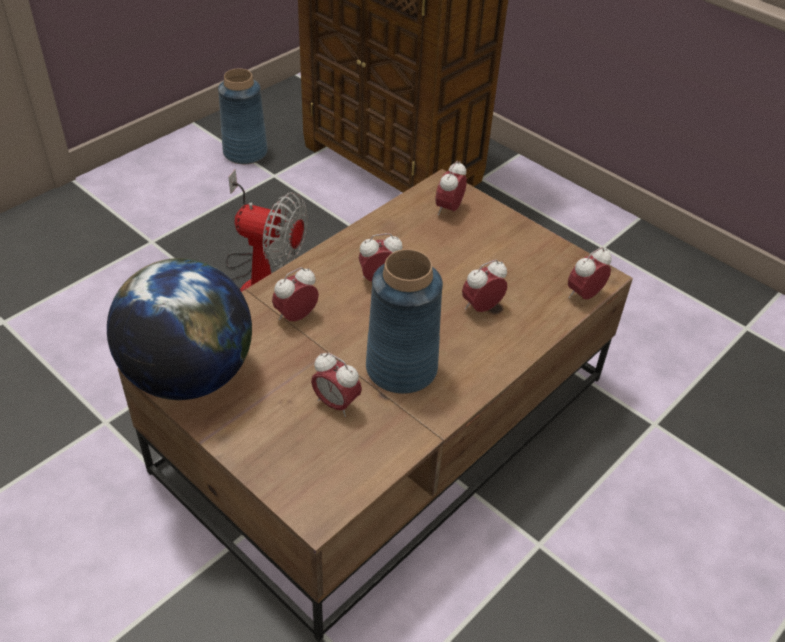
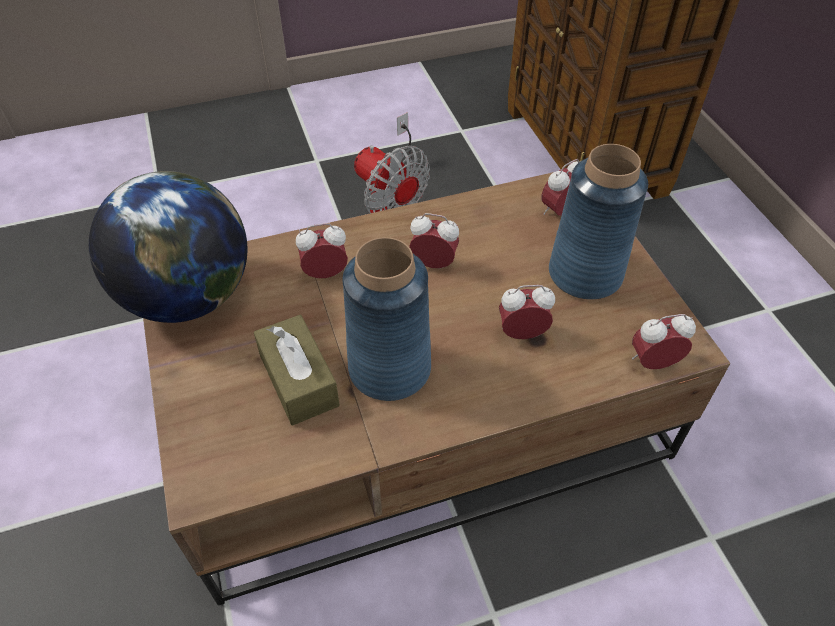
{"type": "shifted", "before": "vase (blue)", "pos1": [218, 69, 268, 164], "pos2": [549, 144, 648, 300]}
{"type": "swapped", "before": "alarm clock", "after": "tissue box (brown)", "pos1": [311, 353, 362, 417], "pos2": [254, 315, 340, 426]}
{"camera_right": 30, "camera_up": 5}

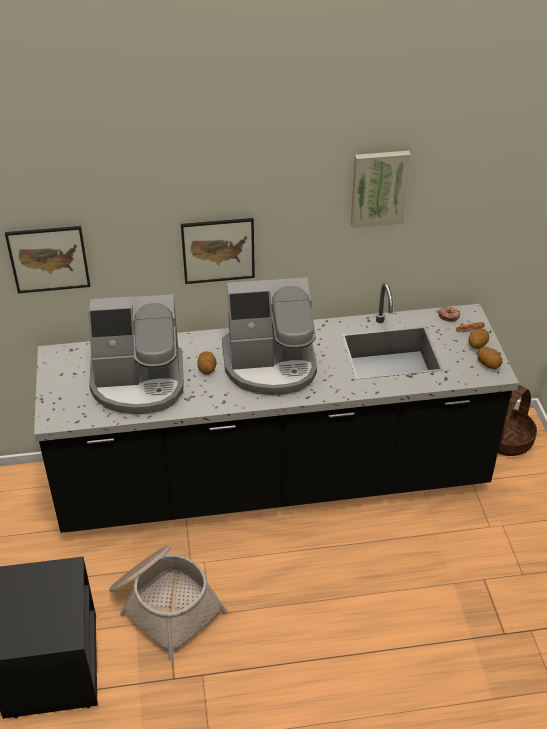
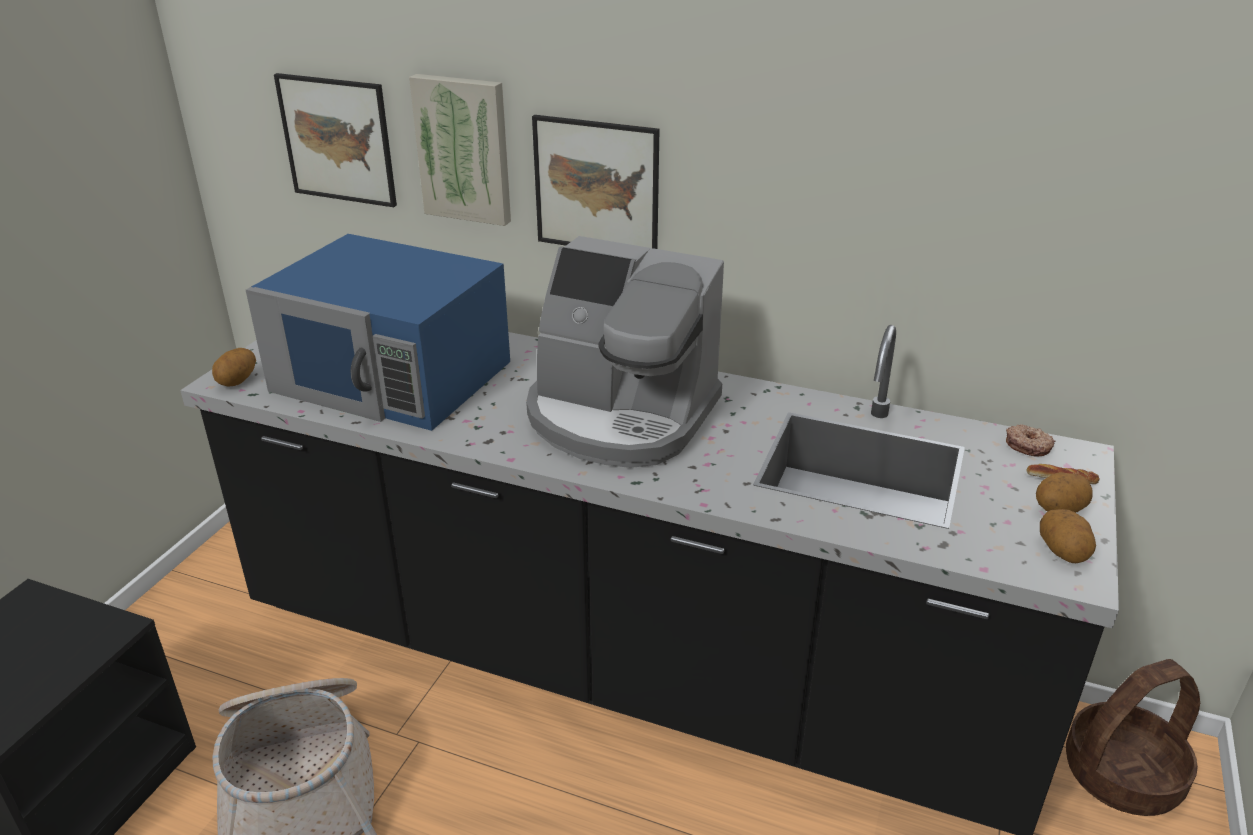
{"type": "swapped", "before": "coffee machine", "after": "microwave (blue)", "pos1": [88, 294, 184, 414], "pos2": [246, 234, 510, 431]}
{"type": "shifted", "before": "potato", "pos1": [197, 352, 217, 375], "pos2": [212, 348, 256, 386]}
{"type": "shifted", "before": "picture", "pos1": [351, 151, 411, 228], "pos2": [409, 74, 511, 226]}
{"camera_right": 30, "camera_up": -10}

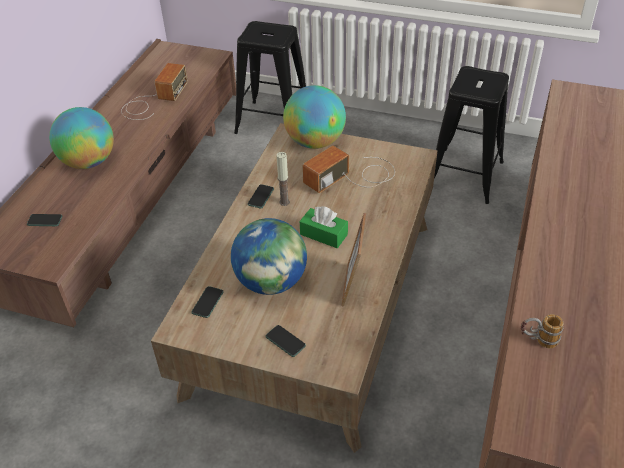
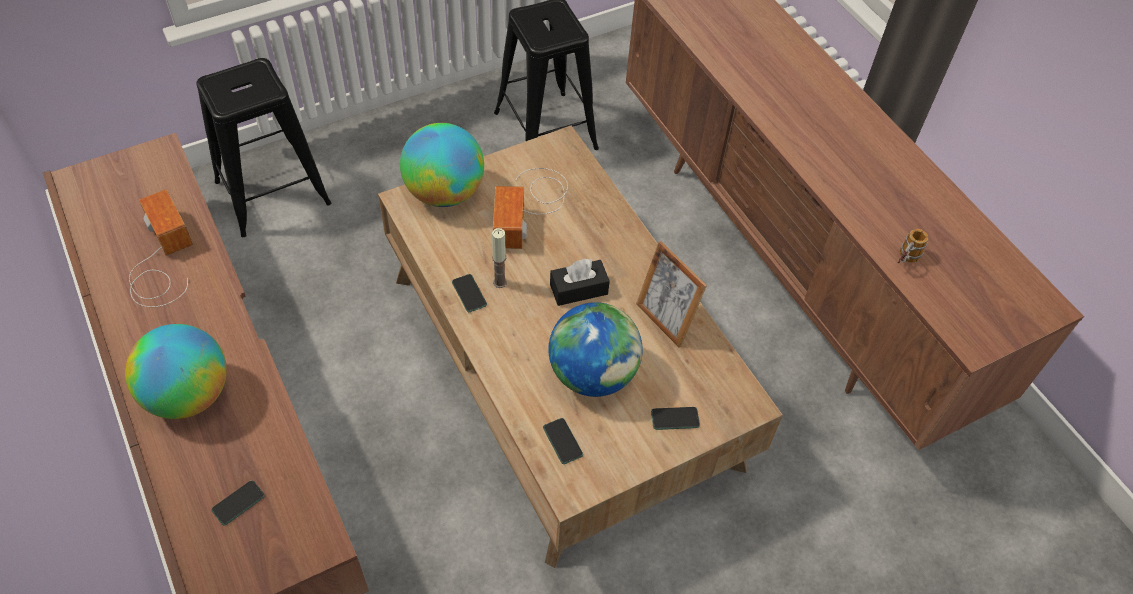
{"type": "repainted", "before": "tissue box (green)", "after": "tissue box (black)", "pos1": [300, 206, 348, 248], "pos2": [550, 259, 610, 306]}
{"camera_right": -50, "camera_up": 10}

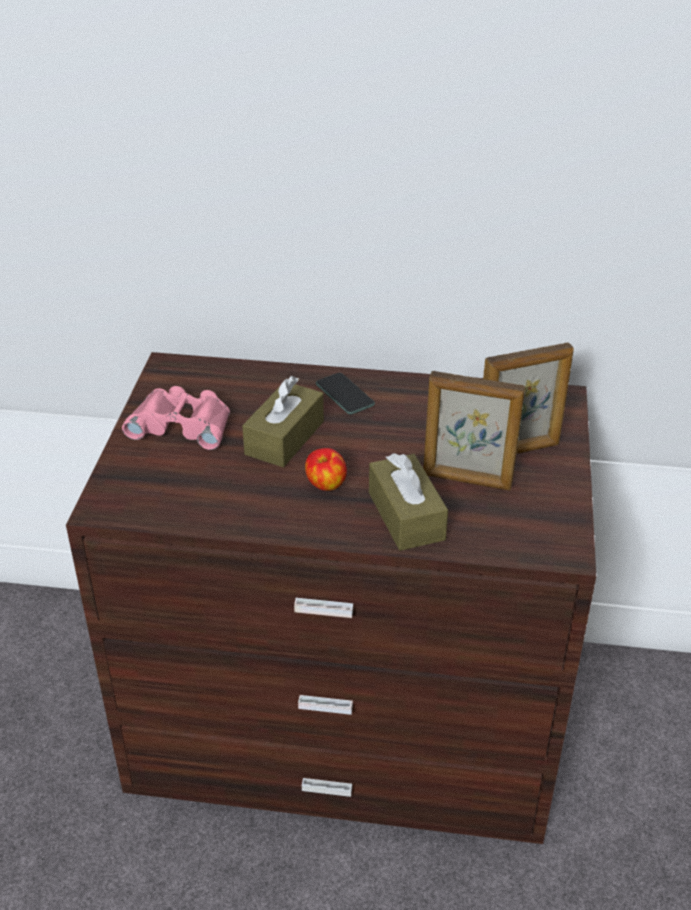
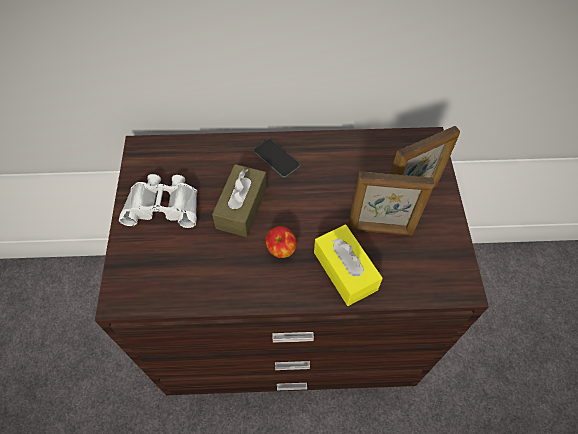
{"type": "repainted", "before": "binoculars (pink)", "after": "binoculars (white)", "pos1": [122, 386, 230, 450], "pos2": [119, 174, 197, 228]}
{"type": "repainted", "before": "tissue box (brown)", "after": "tissue box (yellow)", "pos1": [369, 453, 448, 551], "pos2": [314, 225, 383, 306]}
{"camera_right": -10, "camera_up": 20}

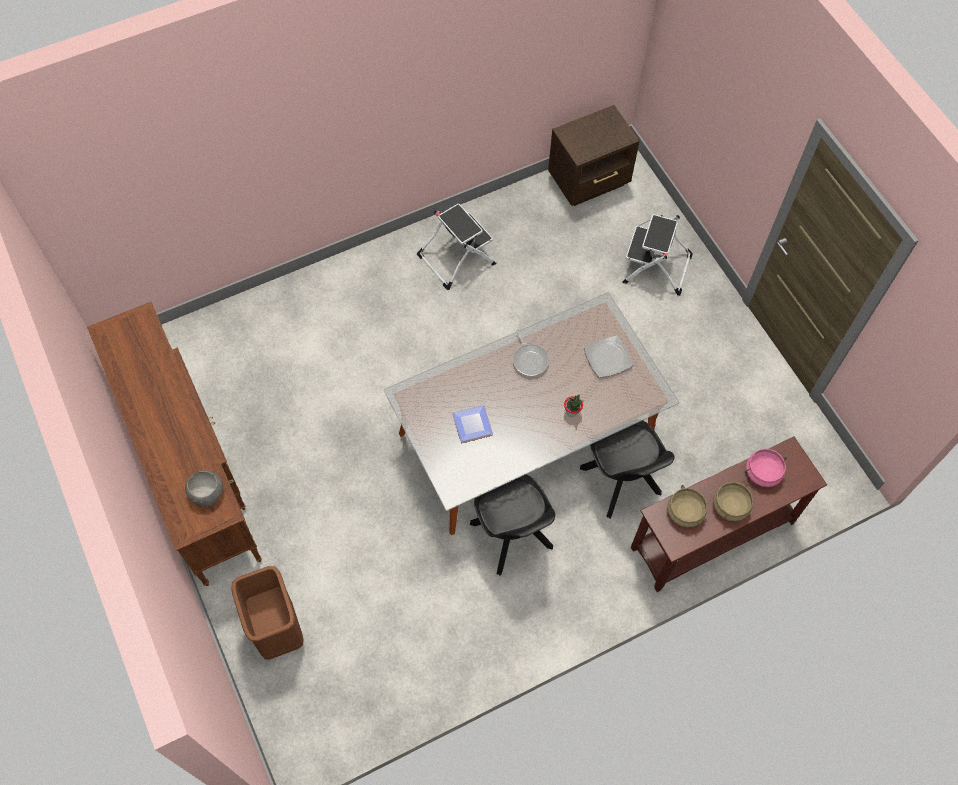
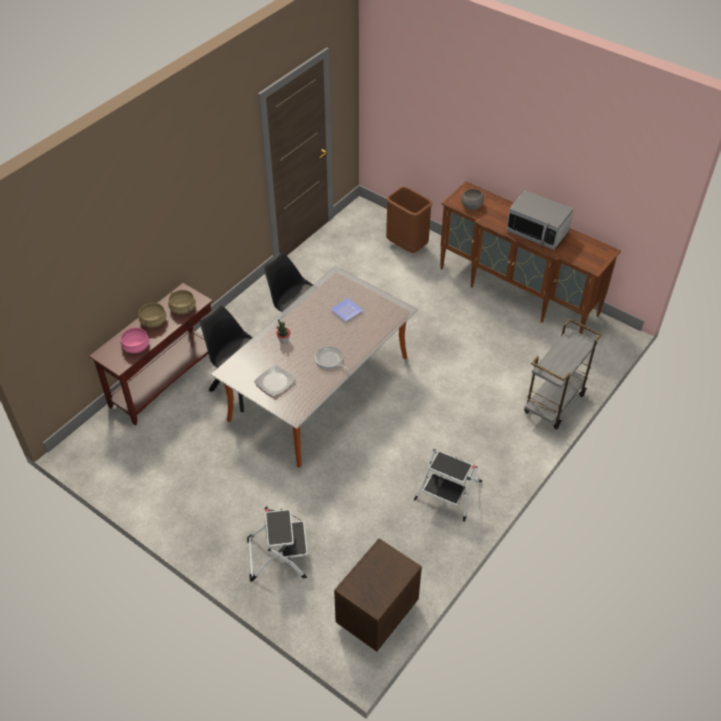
{"type": "new", "after": "microwave", "pos2": [506, 190, 573, 250]}
{"type": "new", "after": "cart (grey)", "pos2": [524, 318, 602, 430]}
{"camera_right": 155, "camera_up": -15}

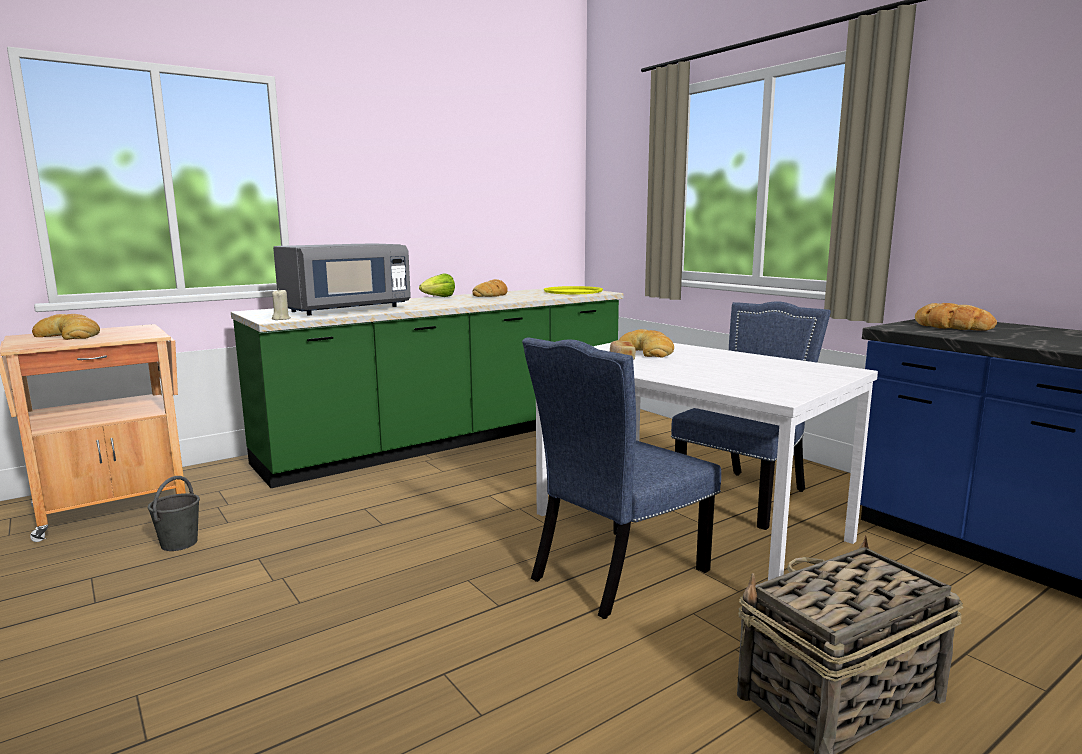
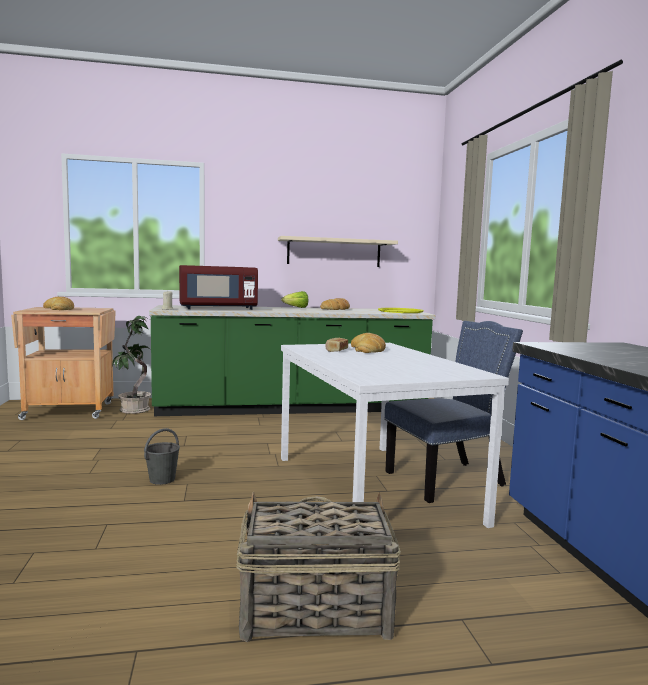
{"type": "shifted", "before": "bucket (grey)", "pos1": [148, 476, 200, 551], "pos2": [144, 428, 180, 485]}
{"type": "repainted", "before": "microwave (grey)", "after": "microwave (red)", "pos1": [273, 243, 411, 316], "pos2": [179, 265, 258, 310]}
{"type": "gone", "before": "chair (blue)", "pos1": [522, 337, 721, 619]}
{"type": "gone", "before": "bread", "pos1": [915, 303, 997, 331]}
{"type": "new", "after": "potted plant", "pos2": [112, 316, 151, 414]}
{"type": "new", "after": "shelf (beige)", "pos2": [278, 236, 398, 267]}
{"camera_right": 25, "camera_up": -5}

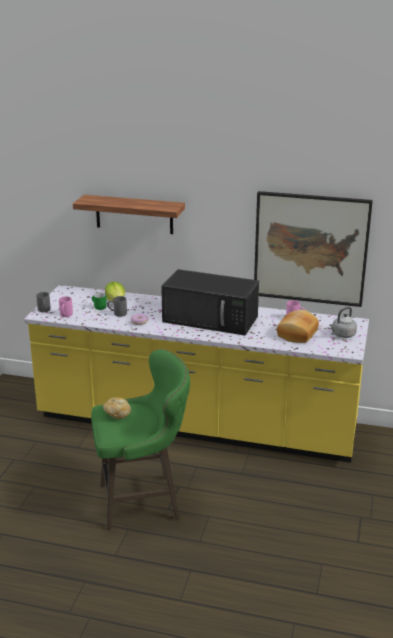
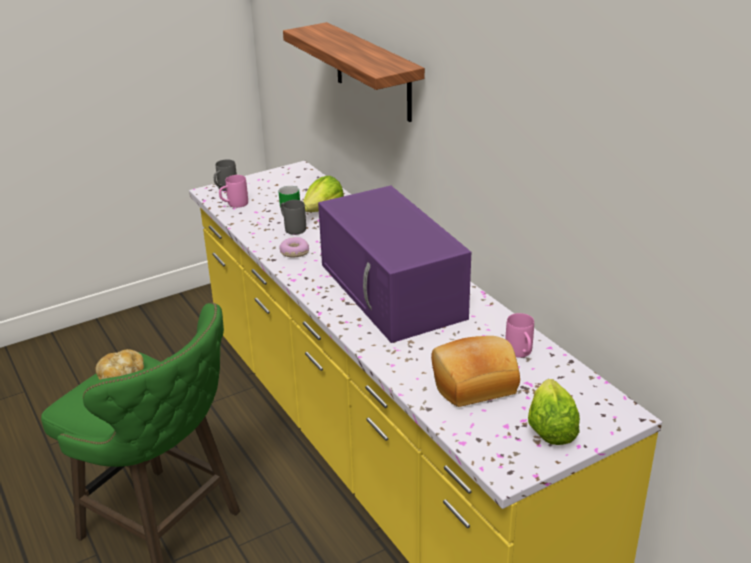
{"type": "repainted", "before": "microwave (black)", "after": "microwave (purple)", "pos1": [161, 269, 259, 336], "pos2": [318, 185, 471, 343]}
{"type": "gone", "before": "picture", "pos1": [254, 191, 373, 307]}
{"type": "swapped", "before": "kettle (grey)", "after": "lettuce", "pos1": [329, 307, 357, 338], "pos2": [528, 379, 580, 445]}
{"camera_right": 45, "camera_up": 5}

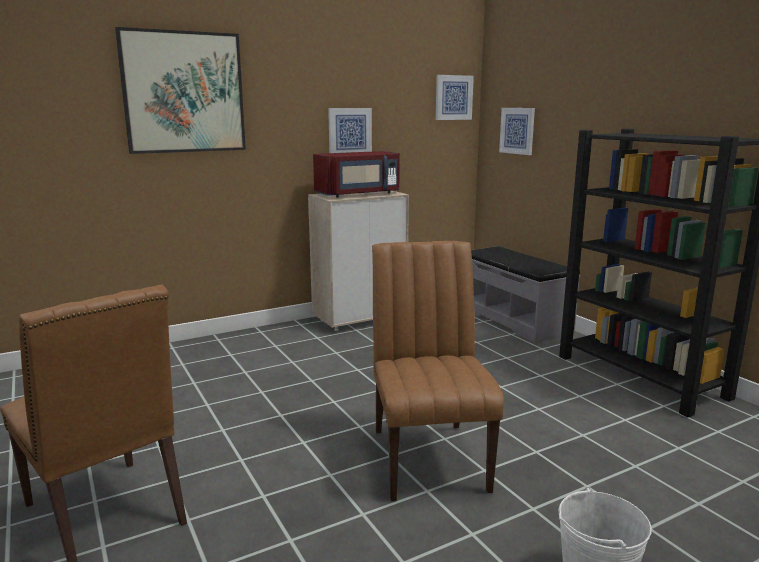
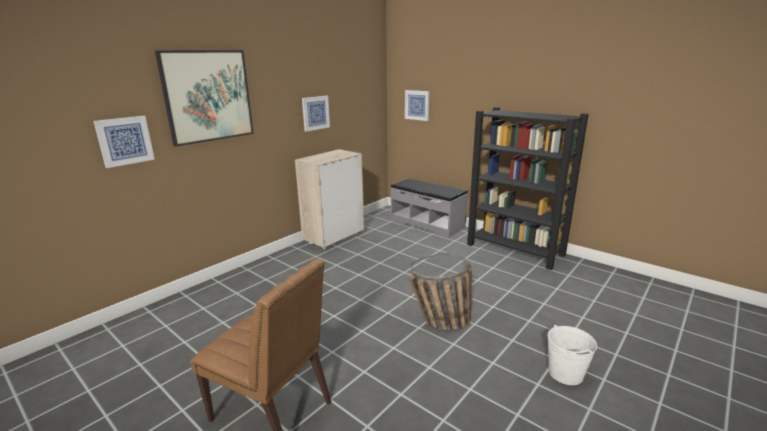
{"type": "gone", "before": "microwave (red)", "pos1": [313, 151, 400, 198]}
{"type": "swapped", "before": "chair (brown)", "after": "basket", "pos1": [372, 241, 504, 501], "pos2": [409, 253, 472, 332]}
{"type": "shifted", "before": "picture", "pos1": [436, 75, 474, 120], "pos2": [93, 116, 155, 168]}
{"camera_right": -20, "camera_up": 5}

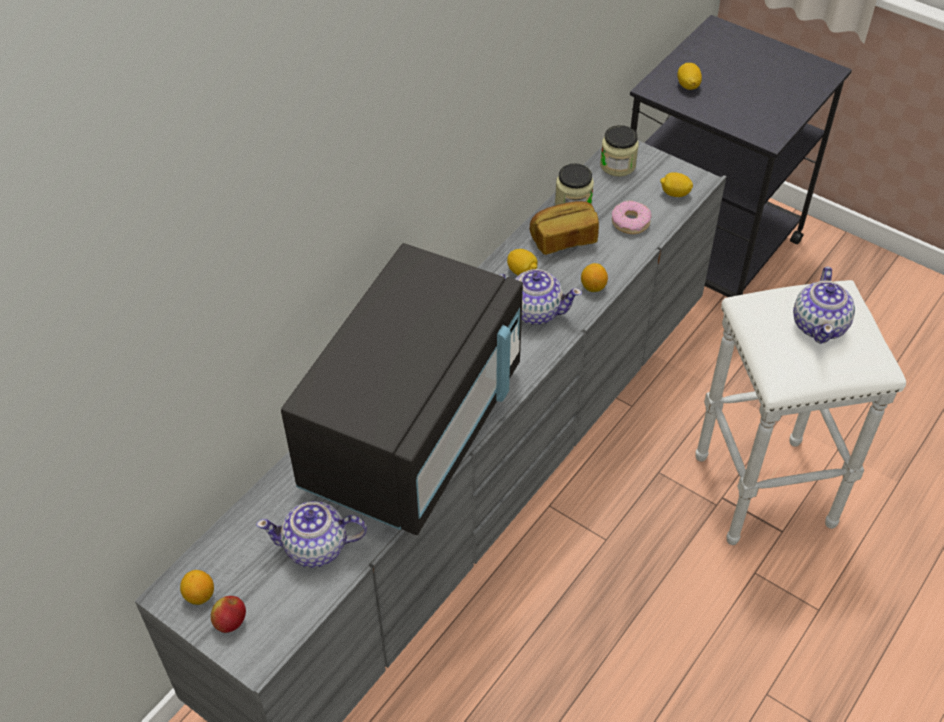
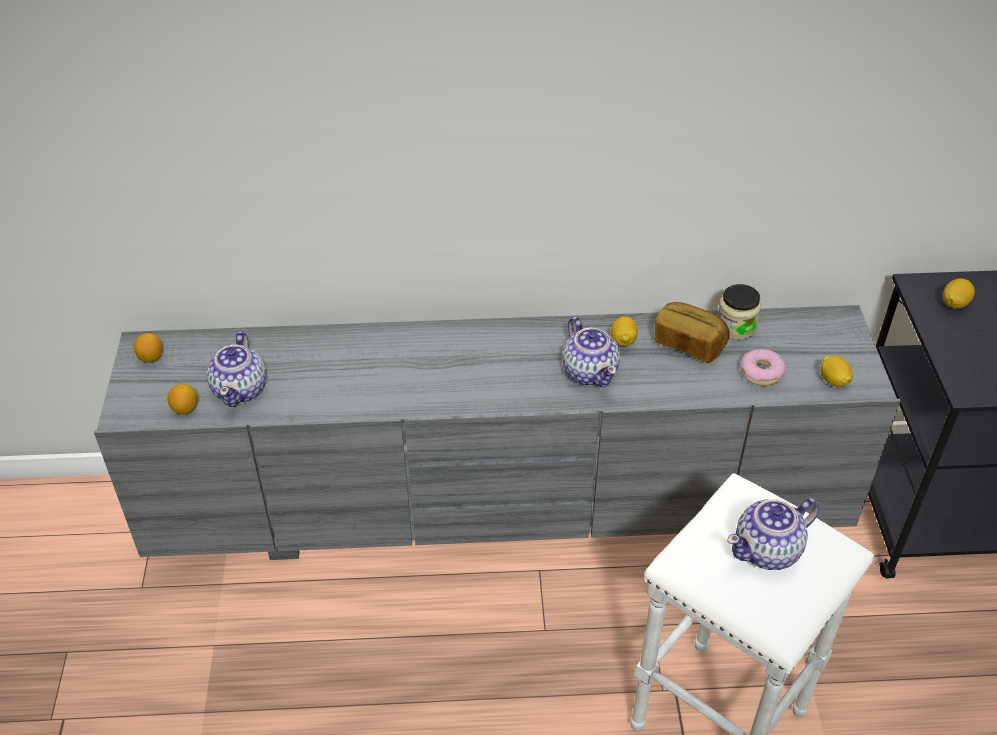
{"type": "gone", "before": "apple", "pos1": [211, 596, 246, 633]}
{"type": "rotated", "before": "teapot", "pos1": [256, 501, 367, 568], "pos2": [206, 331, 266, 407], "turn": -135}
{"type": "gone", "before": "microwave (black)", "pos1": [281, 243, 523, 535]}
{"type": "shifted", "before": "lemon", "pos1": [581, 263, 608, 292], "pos2": [168, 384, 198, 415]}
{"type": "gone", "before": "jar", "pos1": [600, 125, 639, 176]}
{"camera_right": 50, "camera_up": -5}

